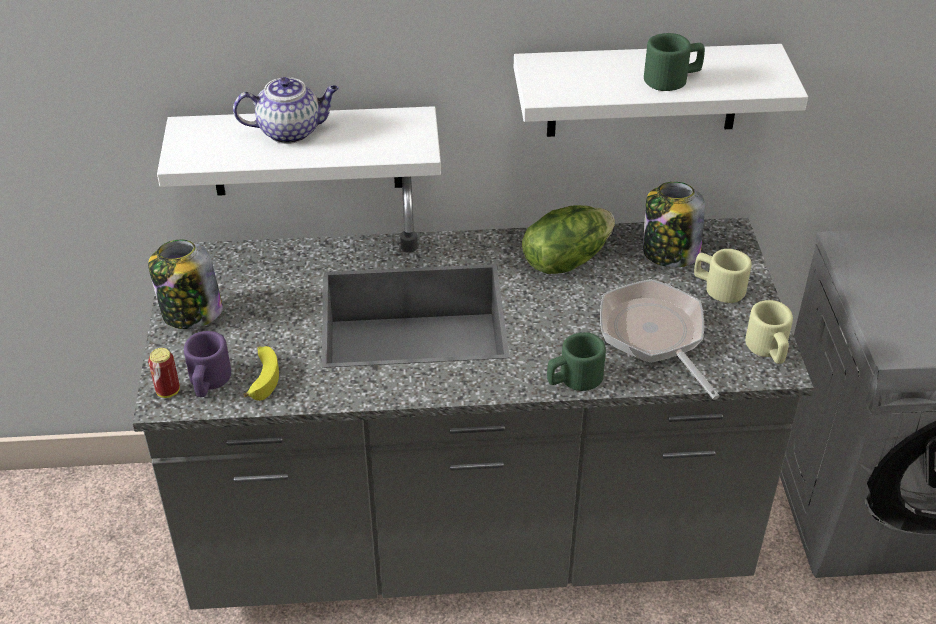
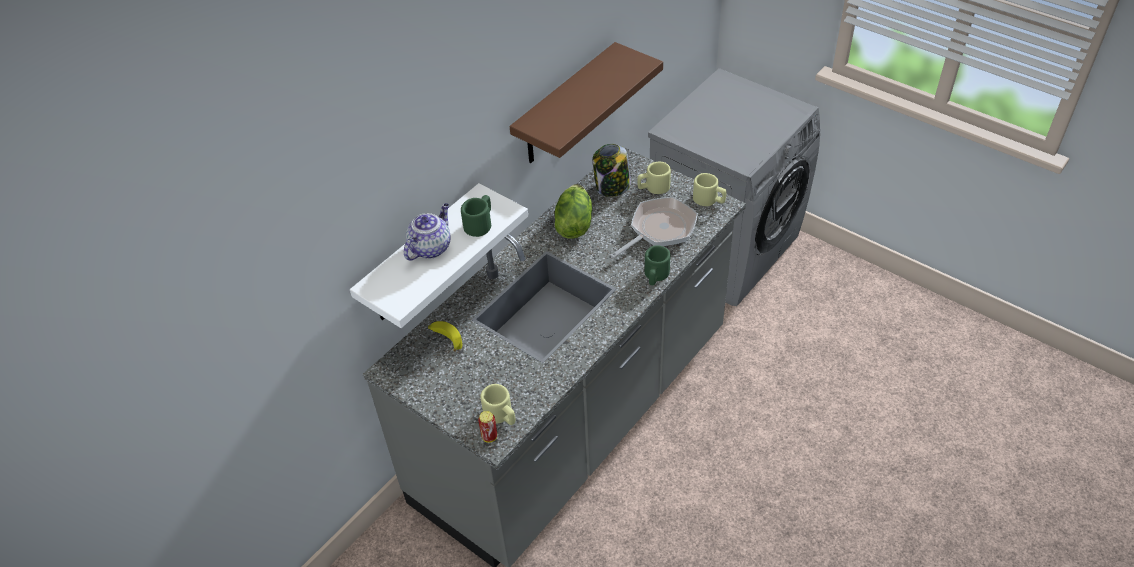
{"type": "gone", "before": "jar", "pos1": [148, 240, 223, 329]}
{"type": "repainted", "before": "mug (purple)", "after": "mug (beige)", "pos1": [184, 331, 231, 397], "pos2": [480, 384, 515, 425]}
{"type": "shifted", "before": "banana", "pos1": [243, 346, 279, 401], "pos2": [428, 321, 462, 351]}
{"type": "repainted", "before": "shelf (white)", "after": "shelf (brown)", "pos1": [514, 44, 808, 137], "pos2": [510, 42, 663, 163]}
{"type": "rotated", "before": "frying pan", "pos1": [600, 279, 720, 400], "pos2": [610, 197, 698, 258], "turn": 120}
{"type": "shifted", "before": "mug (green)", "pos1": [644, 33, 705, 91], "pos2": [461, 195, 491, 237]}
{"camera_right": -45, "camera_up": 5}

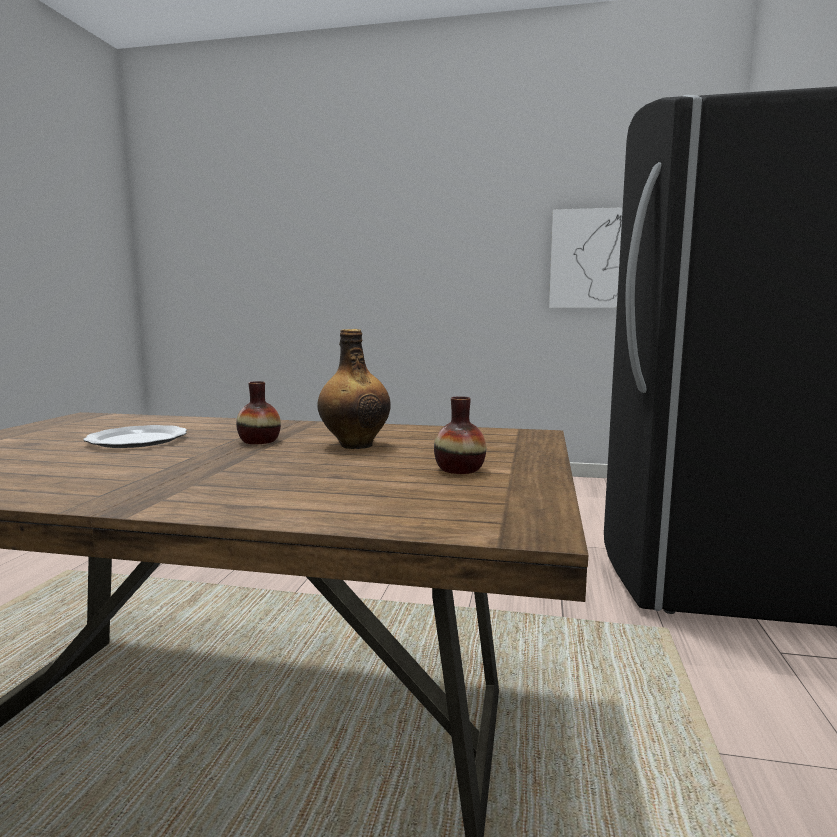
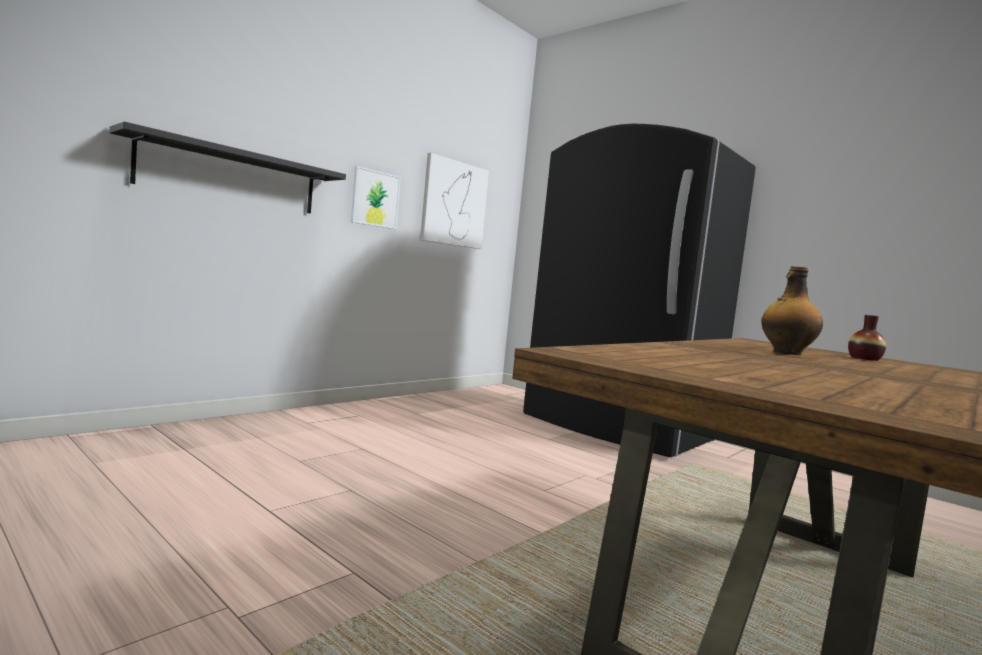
{"type": "gone", "before": "plate", "pos1": [83, 425, 187, 448]}
{"type": "gone", "before": "vase", "pos1": [236, 381, 281, 444]}
{"type": "new", "after": "shelf (black)", "pos2": [109, 122, 346, 214]}
{"type": "new", "after": "picture", "pos2": [351, 166, 401, 229]}
{"camera_right": -60, "camera_up": -5}

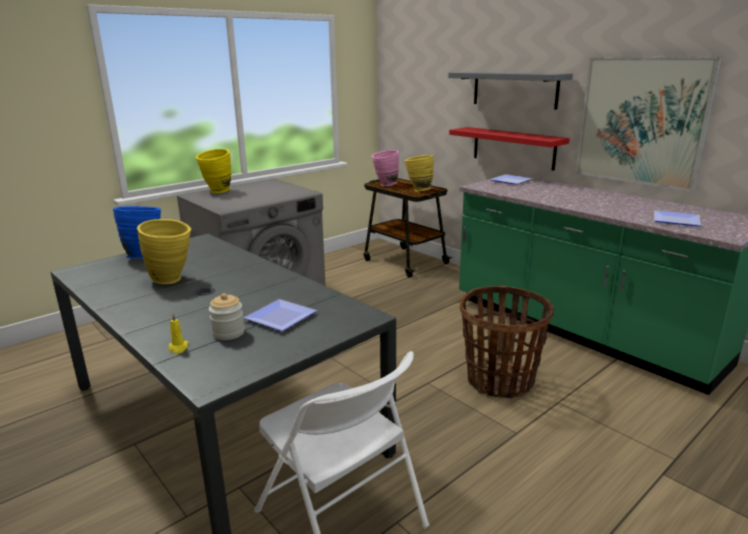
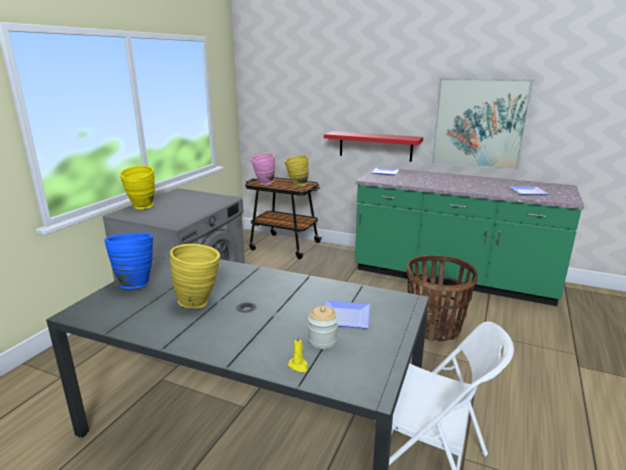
{"type": "gone", "before": "shelf (grey)", "pos1": [448, 72, 573, 110]}
{"camera_right": -25, "camera_up": 0}

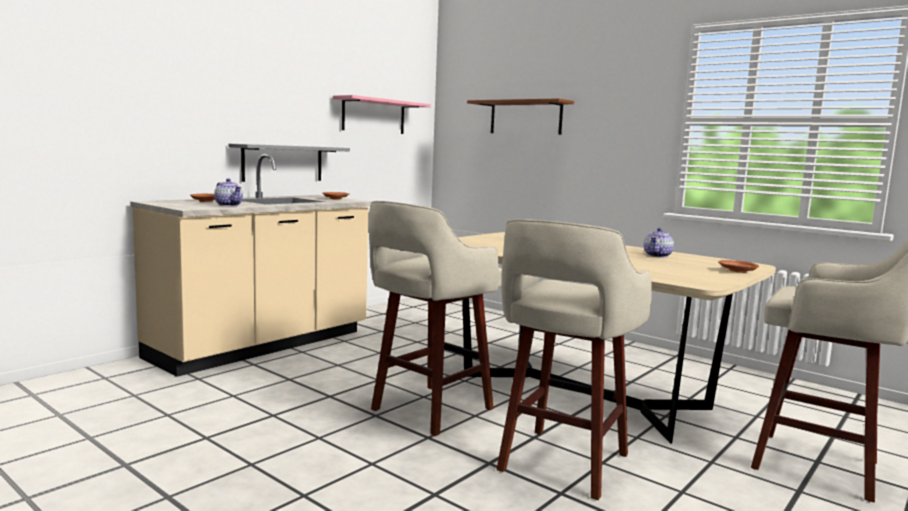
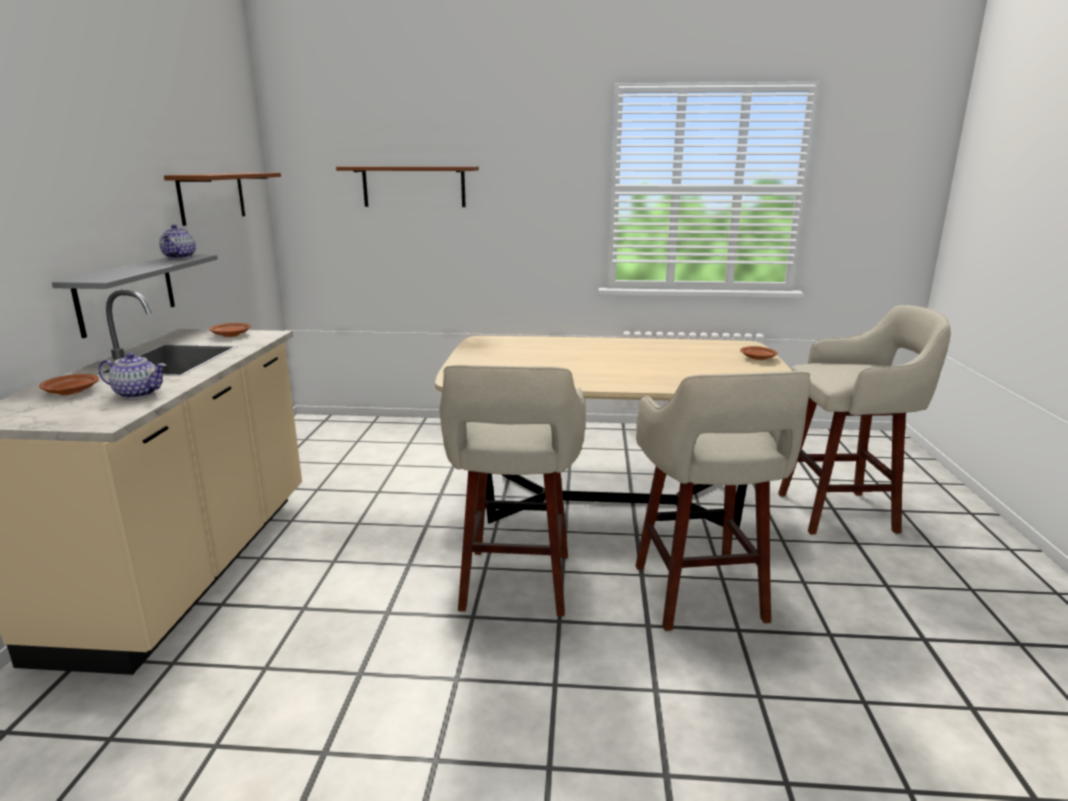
{"type": "repainted", "before": "shelf (pink)", "after": "shelf (brown)", "pos1": [333, 95, 431, 134], "pos2": [164, 173, 281, 226]}
{"type": "shifted", "before": "teapot", "pos1": [644, 228, 674, 257], "pos2": [159, 225, 196, 259]}
{"camera_right": -35, "camera_up": 10}

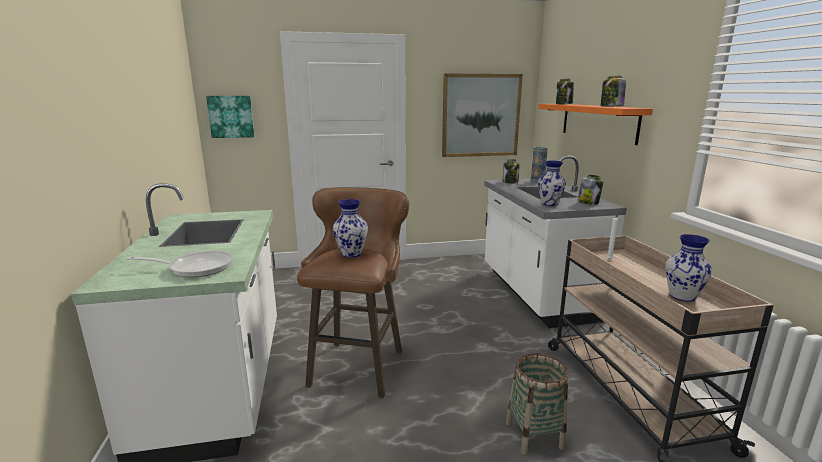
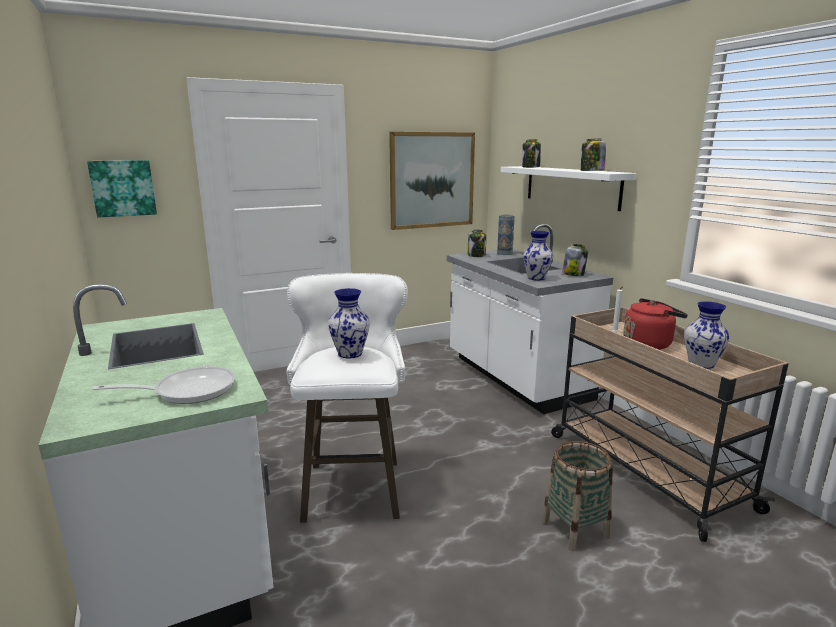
{"type": "repainted", "before": "stool (brown)", "after": "stool (white)", "pos1": [297, 187, 409, 398], "pos2": [287, 273, 408, 523]}
{"type": "repainted", "before": "shelf (orange)", "after": "shelf (white)", "pos1": [538, 104, 653, 145], "pos2": [501, 166, 636, 211]}
{"type": "new", "after": "kettle (red)", "pos2": [623, 298, 688, 350]}
{"camera_right": -15, "camera_up": 0}

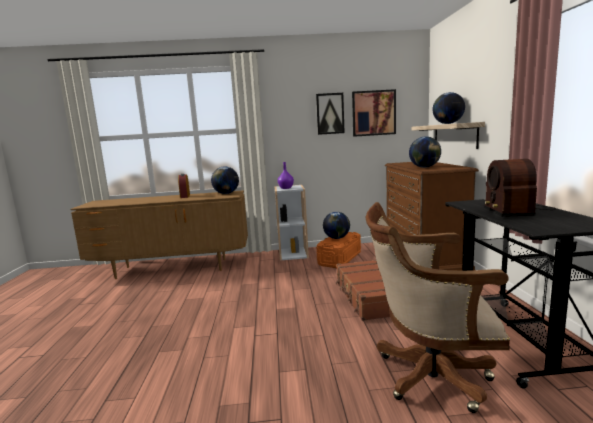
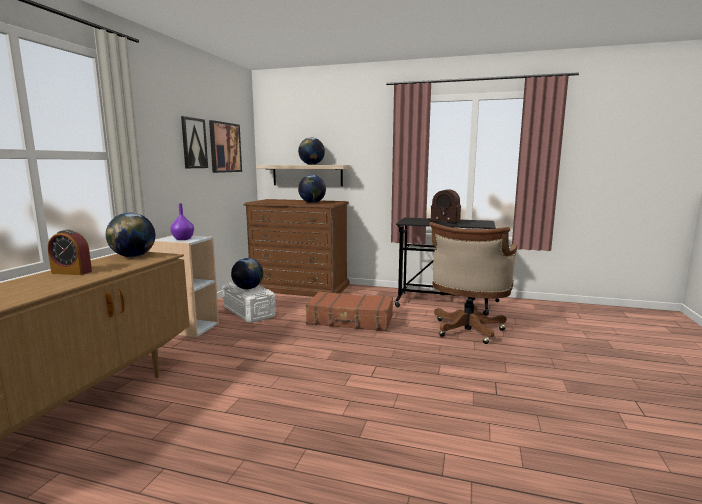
{"type": "repainted", "before": "storage box (orange)", "after": "storage box (white)", "pos1": [316, 232, 361, 268], "pos2": [222, 283, 276, 323]}
{"camera_right": -70, "camera_up": 0}

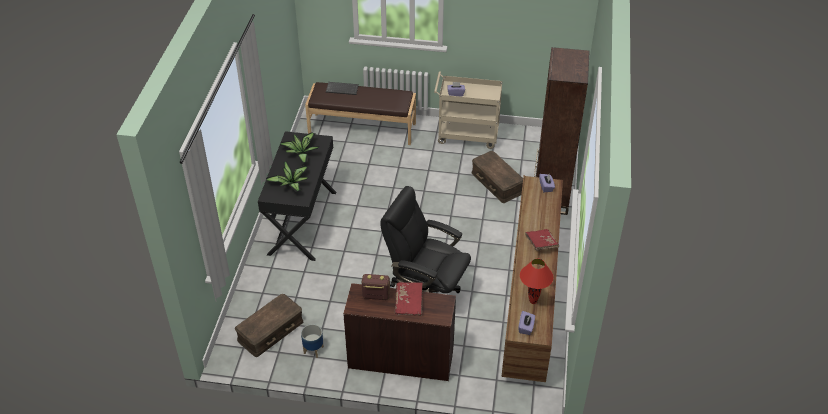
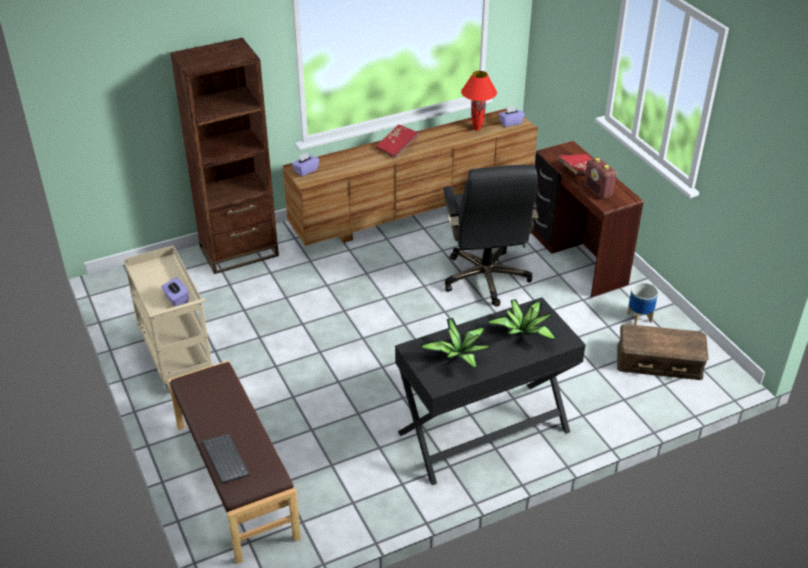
{"type": "gone", "before": "storage box (brown)", "pos1": [472, 151, 523, 203]}
{"camera_right": -125, "camera_up": -5}

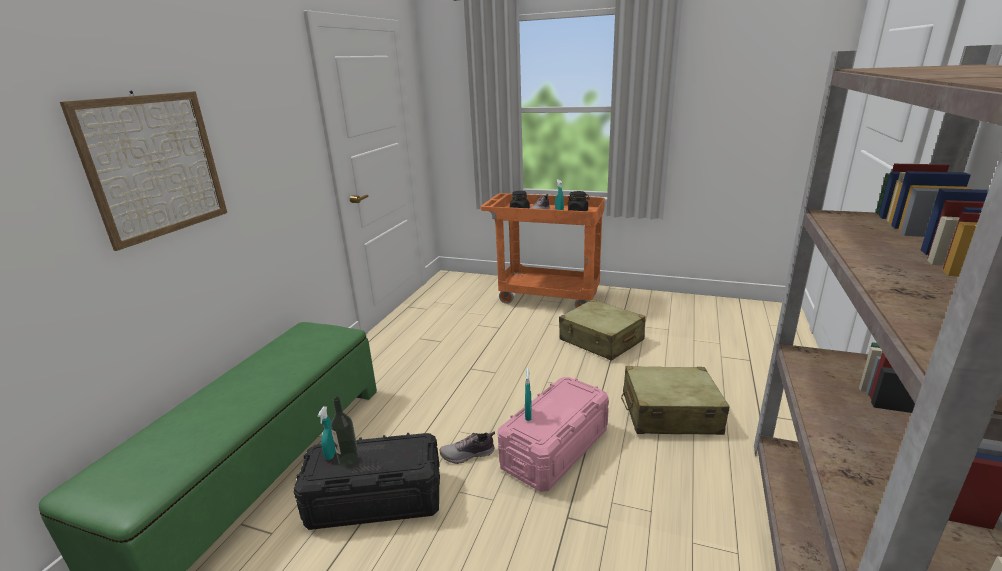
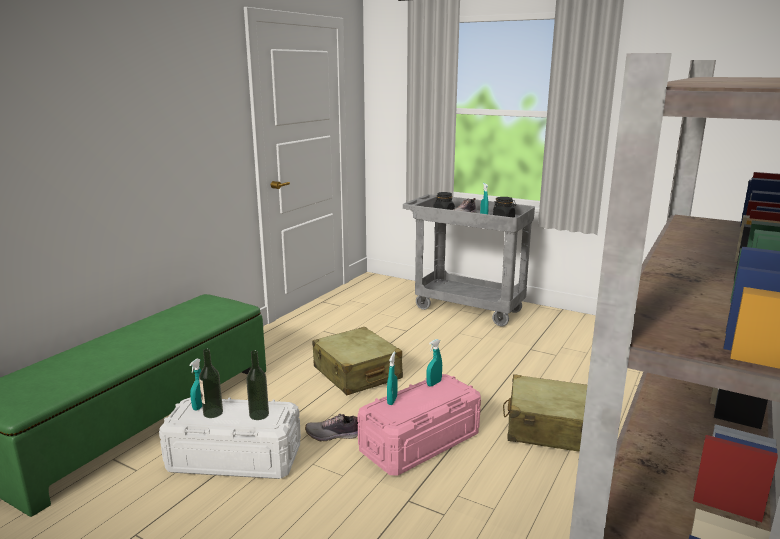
{"type": "gone", "before": "picture", "pos1": [60, 91, 227, 251]}
{"type": "repainted", "before": "storage box (black)", "after": "storage box (white)", "pos1": [294, 433, 440, 530], "pos2": [159, 397, 301, 479]}
{"type": "repainted", "before": "cart (orange)", "after": "cart (grey)", "pos1": [481, 193, 605, 308], "pos2": [403, 194, 535, 326]}
{"type": "shifted", "before": "suitcase (beige)", "pos1": [559, 299, 646, 361], "pos2": [312, 327, 403, 395]}
{"type": "new", "after": "bottle", "pos2": [246, 350, 269, 420]}
{"type": "new", "after": "spray bottle (turquoise)", "pos2": [426, 339, 442, 387]}
{"camera_right": 10, "camera_up": -5}

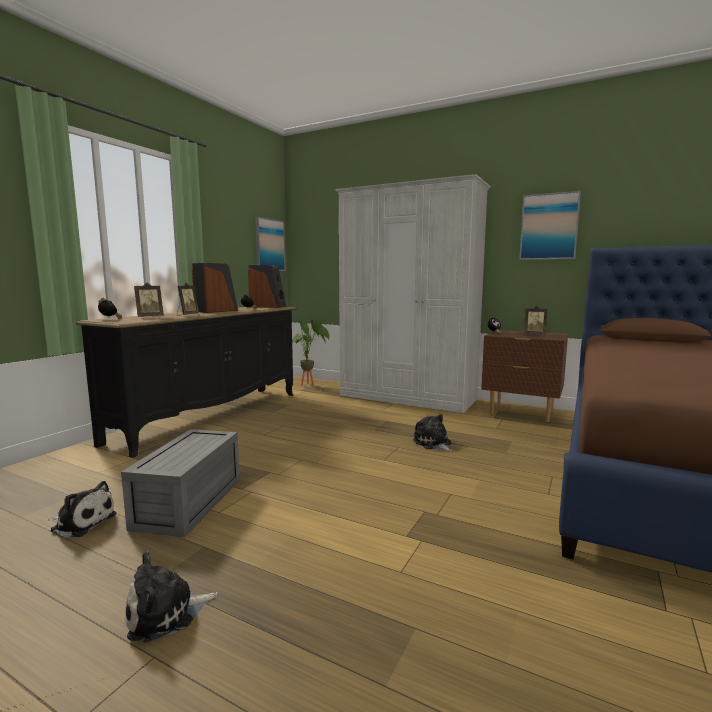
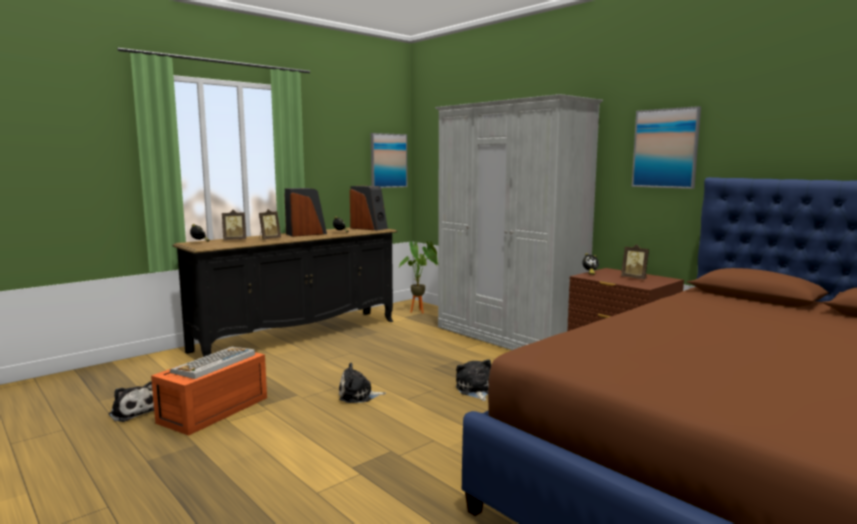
{"type": "repainted", "before": "storage box (grey)", "after": "storage box (orange)", "pos1": [121, 429, 240, 537], "pos2": [151, 352, 267, 436]}
{"type": "shifted", "before": "plush toy", "pos1": [125, 551, 218, 643], "pos2": [339, 362, 386, 403]}
{"type": "new", "after": "keyboard", "pos2": [170, 347, 255, 379]}
{"camera_right": 20, "camera_up": 0}

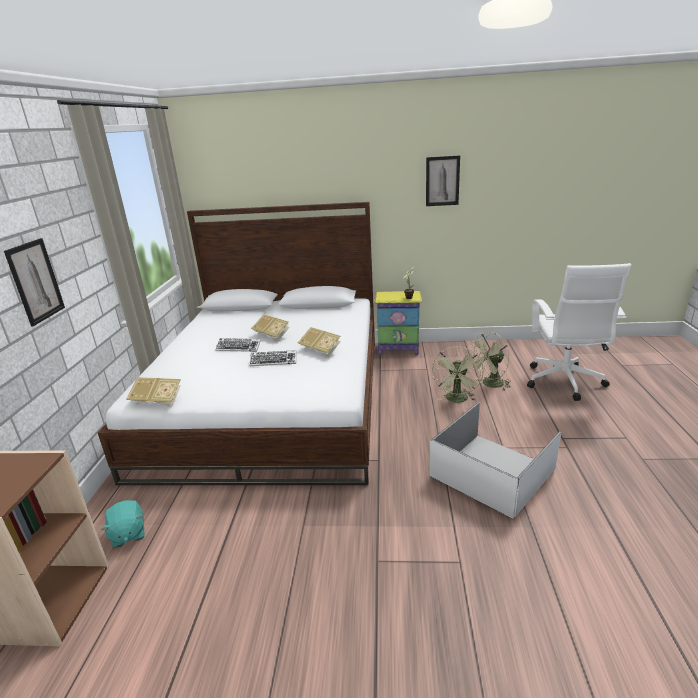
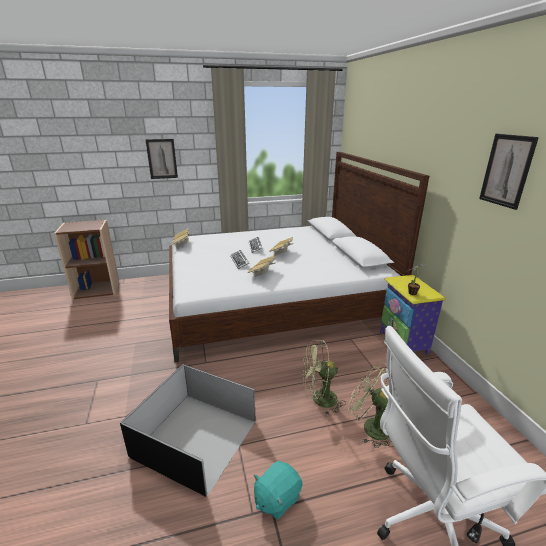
{"type": "shifted", "before": "plush toy (turquoise)", "pos1": [101, 500, 144, 548], "pos2": [254, 461, 302, 520]}
{"type": "repainted", "before": "storage box (white)", "after": "storage box (black)", "pos1": [430, 402, 561, 518], "pos2": [120, 364, 256, 497]}
{"camera_right": 70, "camera_up": 0}

